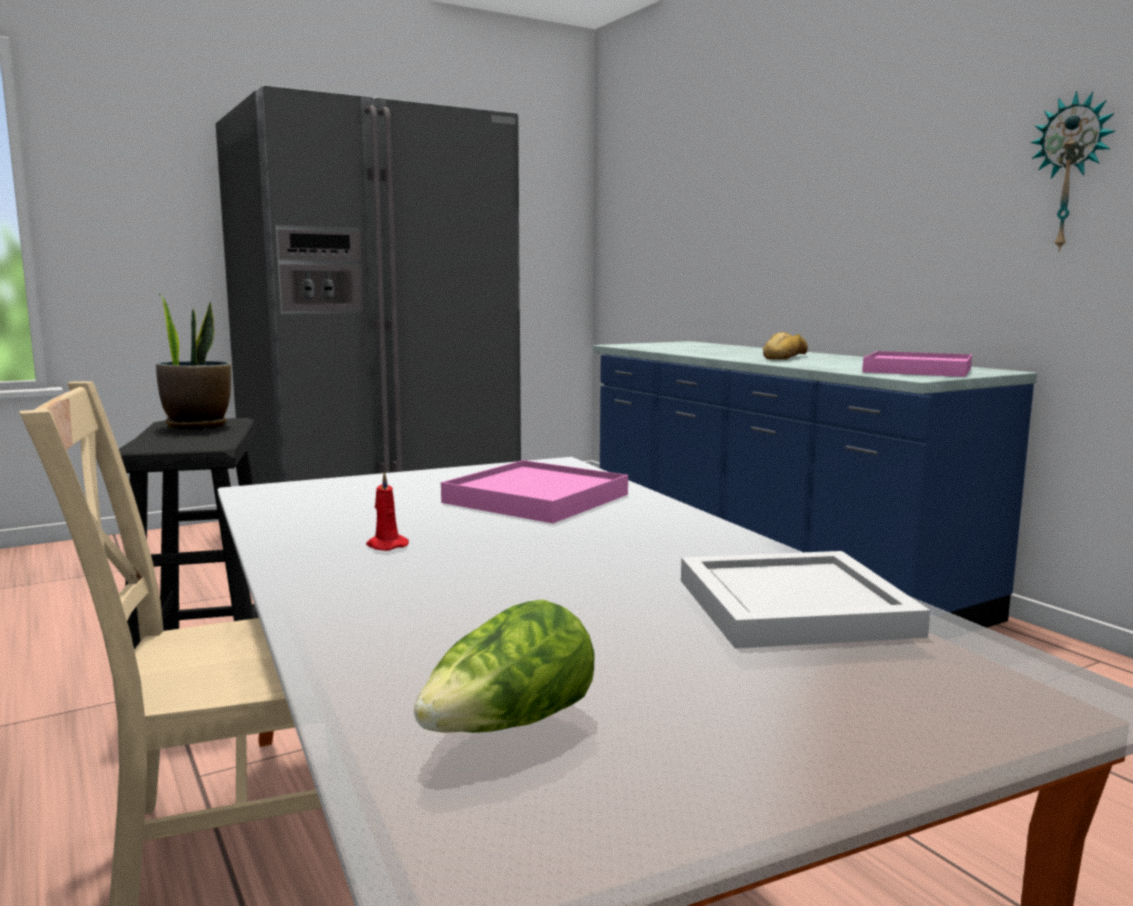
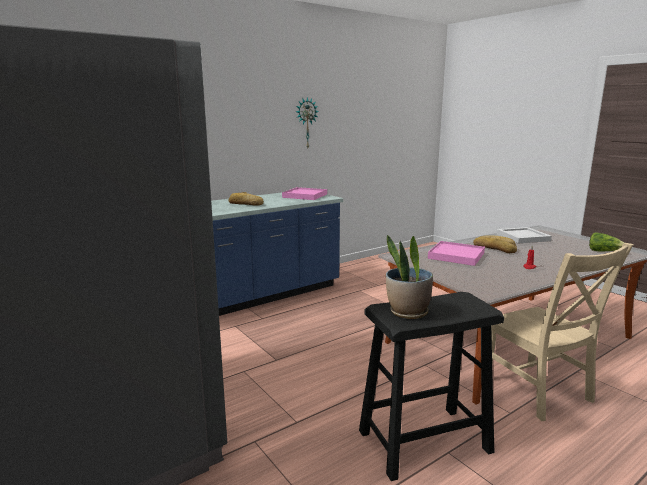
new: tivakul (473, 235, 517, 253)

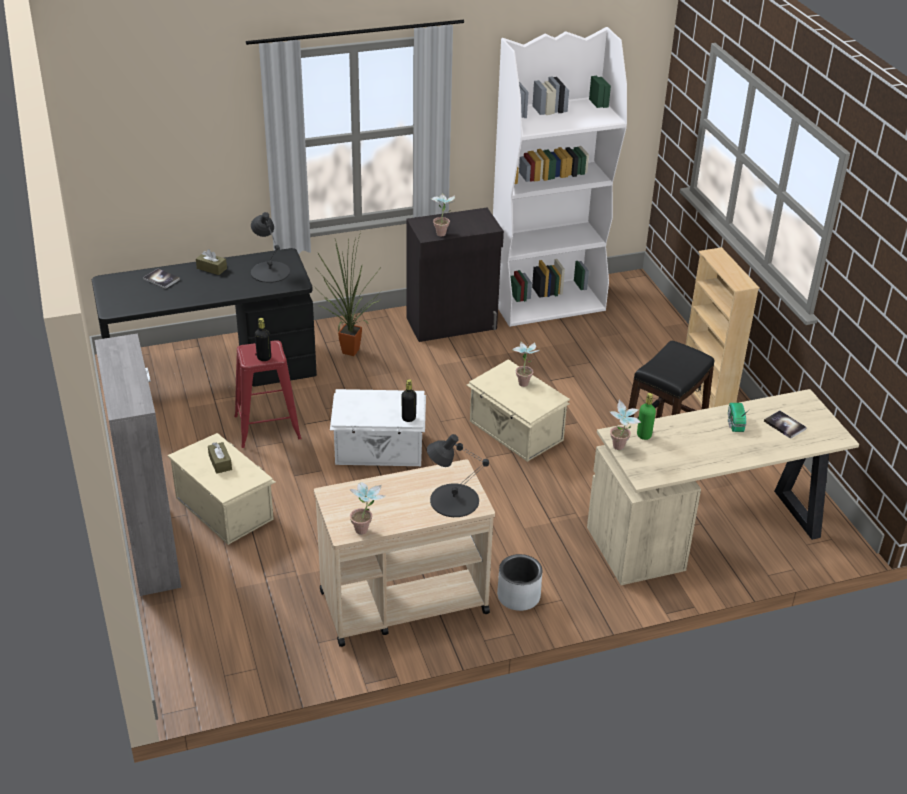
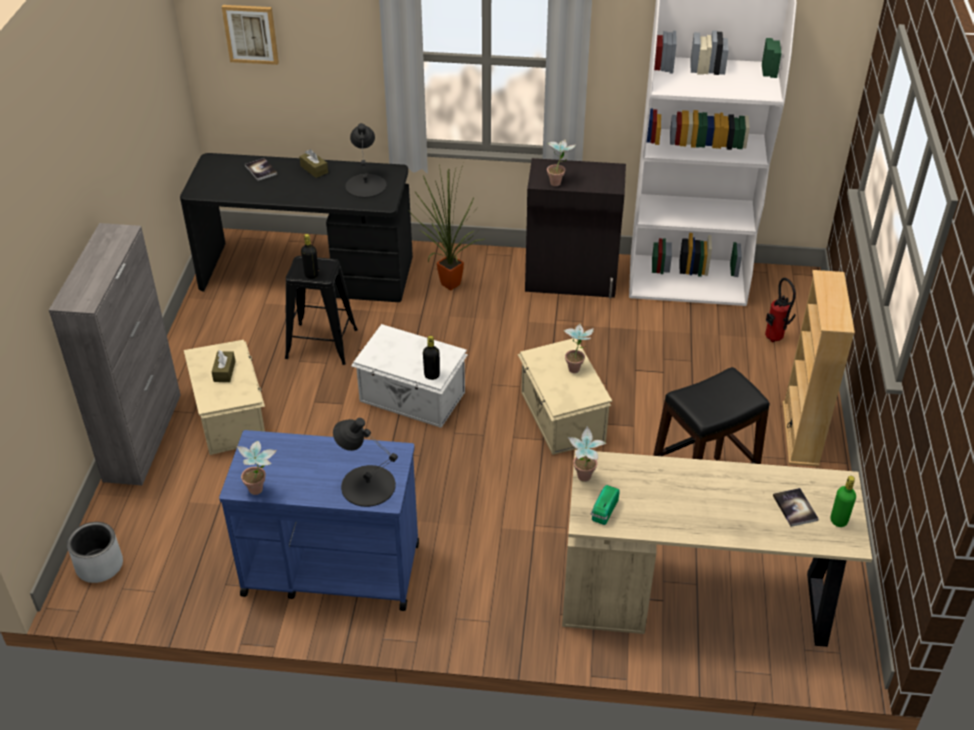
new: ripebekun (222, 5, 279, 65); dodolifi (765, 278, 796, 342)
shifted: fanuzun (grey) (497, 554, 542, 611) to (67, 522, 123, 583); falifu (728, 403, 750, 432) to (591, 485, 620, 525); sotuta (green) (637, 393, 656, 440) to (831, 476, 856, 527)
repainted: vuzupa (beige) (314, 459, 495, 647) to vuzupa (blue) (219, 430, 419, 611); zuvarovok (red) (234, 340, 301, 448) to zuvarovok (black) (285, 256, 358, 365)

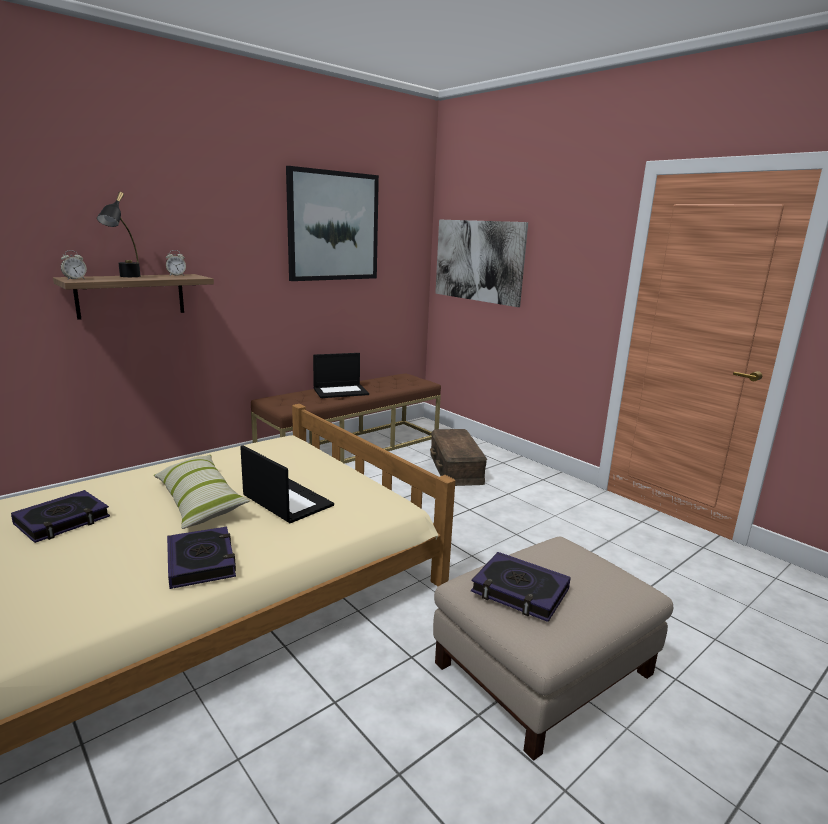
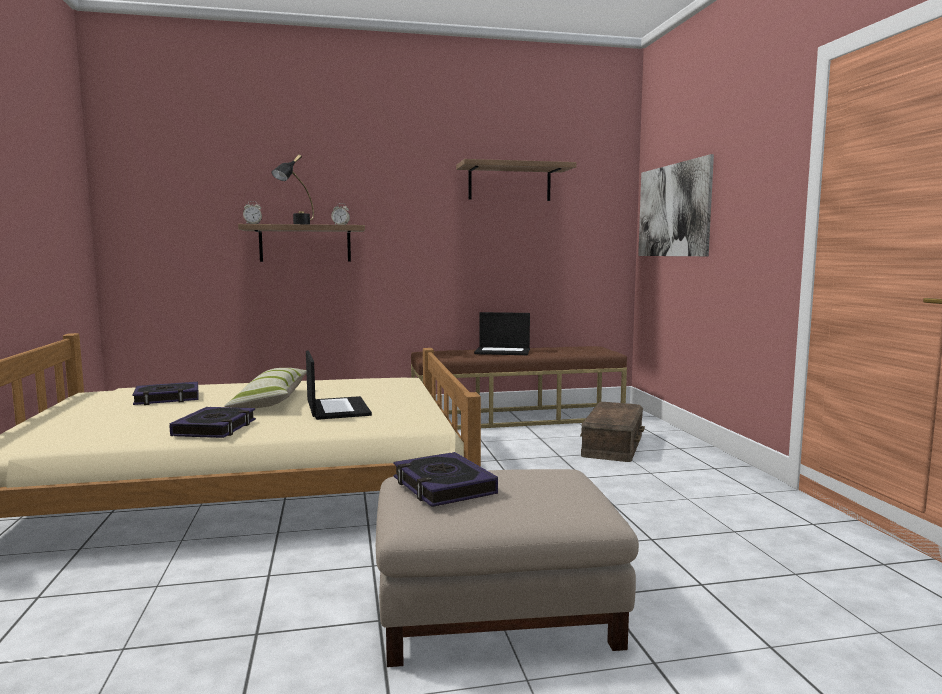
swapped: ripebekun (286, 166, 379, 281) to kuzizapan (456, 159, 577, 201)

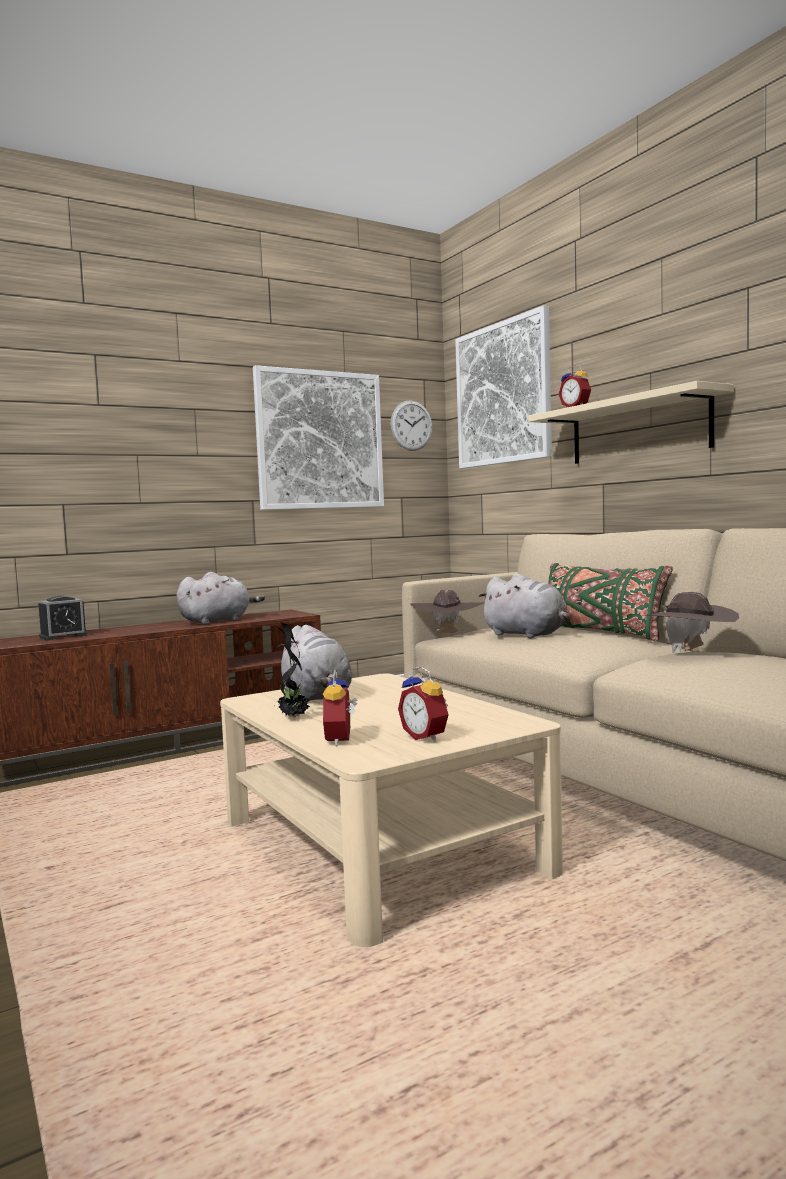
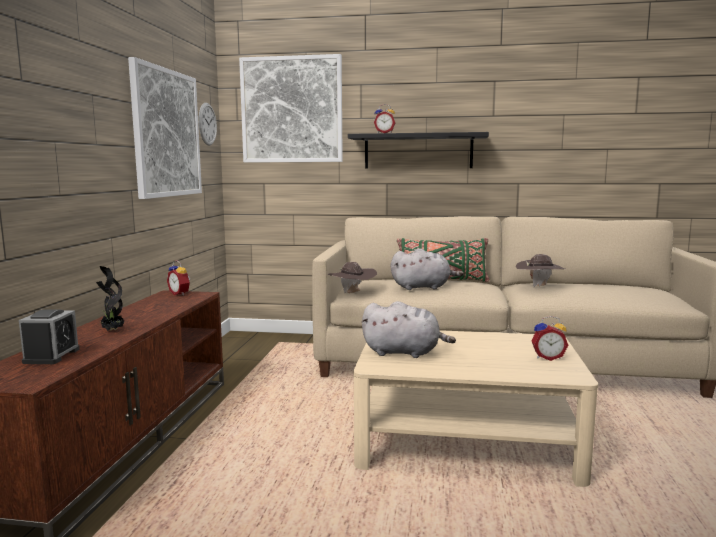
gone: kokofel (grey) (176, 572, 265, 624)
shifted: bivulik (274, 622, 310, 718) to (96, 266, 124, 331); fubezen (323, 669, 358, 746) to (167, 260, 191, 296)
repainted: kuzizapan (beige) (528, 381, 734, 464) to kuzizapan (black) (348, 132, 489, 169)

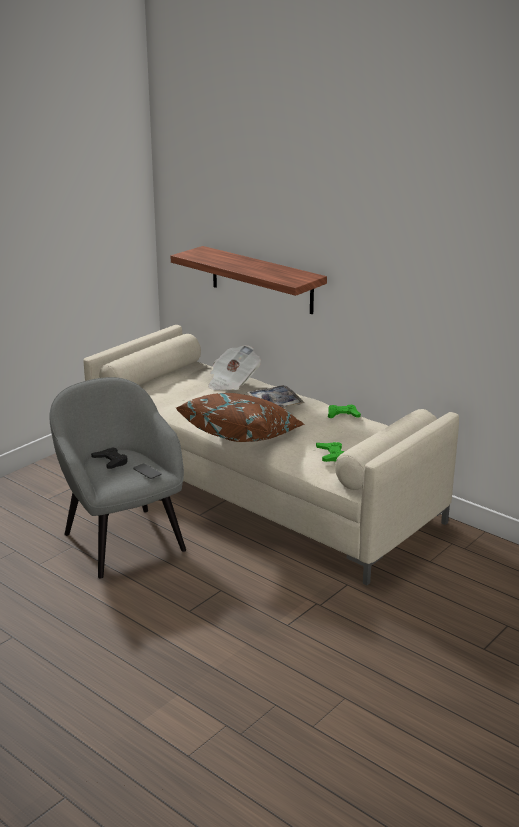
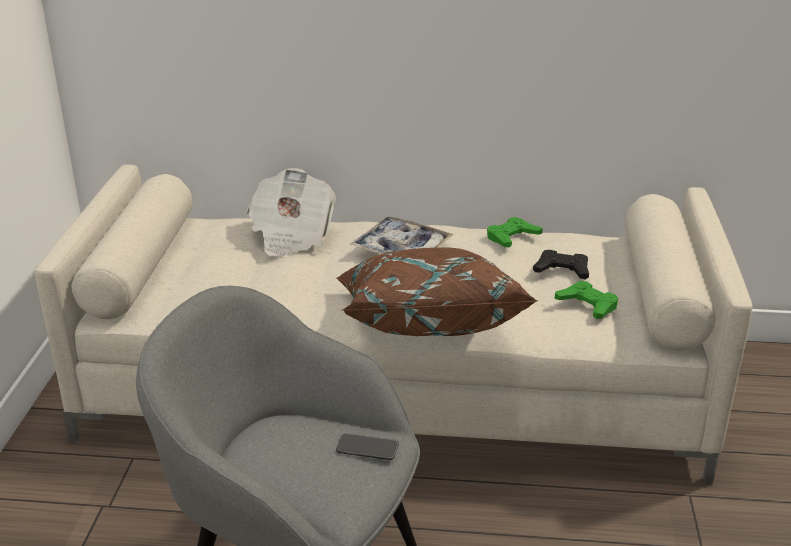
gone: kuzizapan (170, 246, 327, 314)
shifted: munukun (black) (91, 447, 128, 469) to (533, 250, 589, 279)

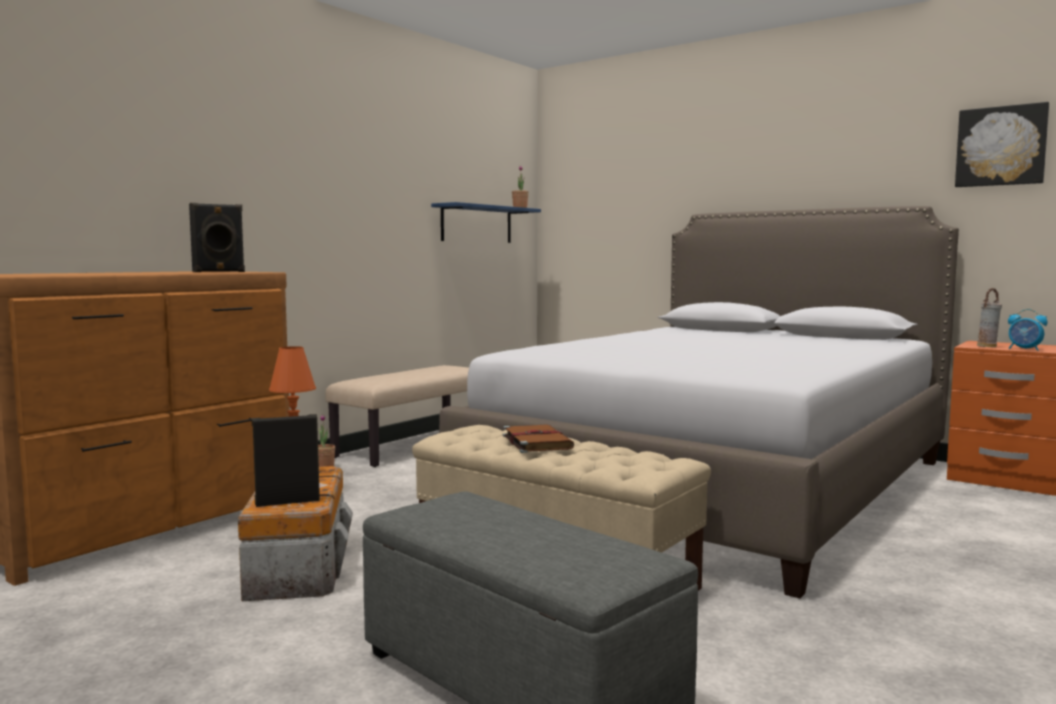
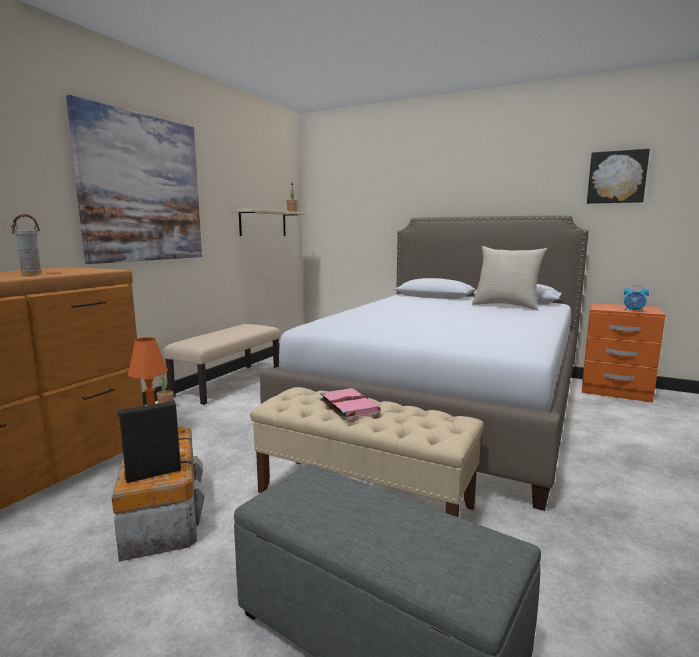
gone: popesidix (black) (189, 203, 245, 272)
new: ripebekun (66, 95, 202, 264); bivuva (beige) (472, 246, 548, 311)
shifted: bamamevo (977, 288, 1002, 348) to (11, 214, 42, 275)
repainted: kuzizapan (blue) (431, 202, 541, 243) to kuzizapan (beige) (232, 209, 306, 236); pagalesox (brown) (503, 424, 574, 453) to pagalesox (pink) (320, 388, 381, 420)

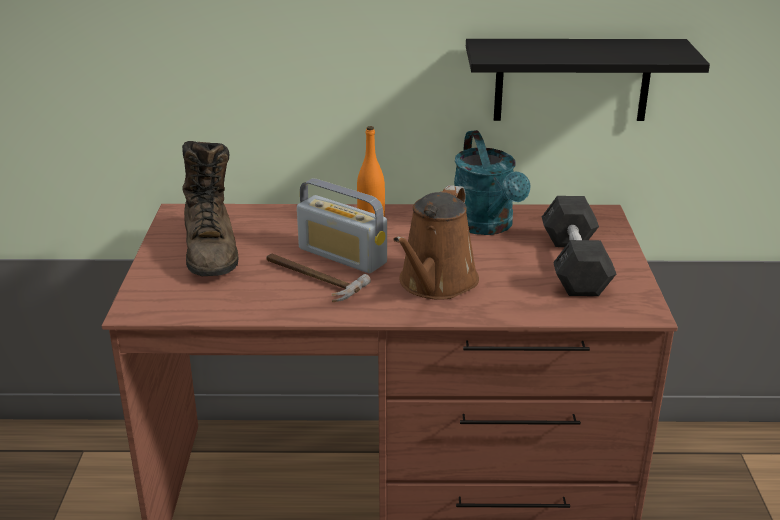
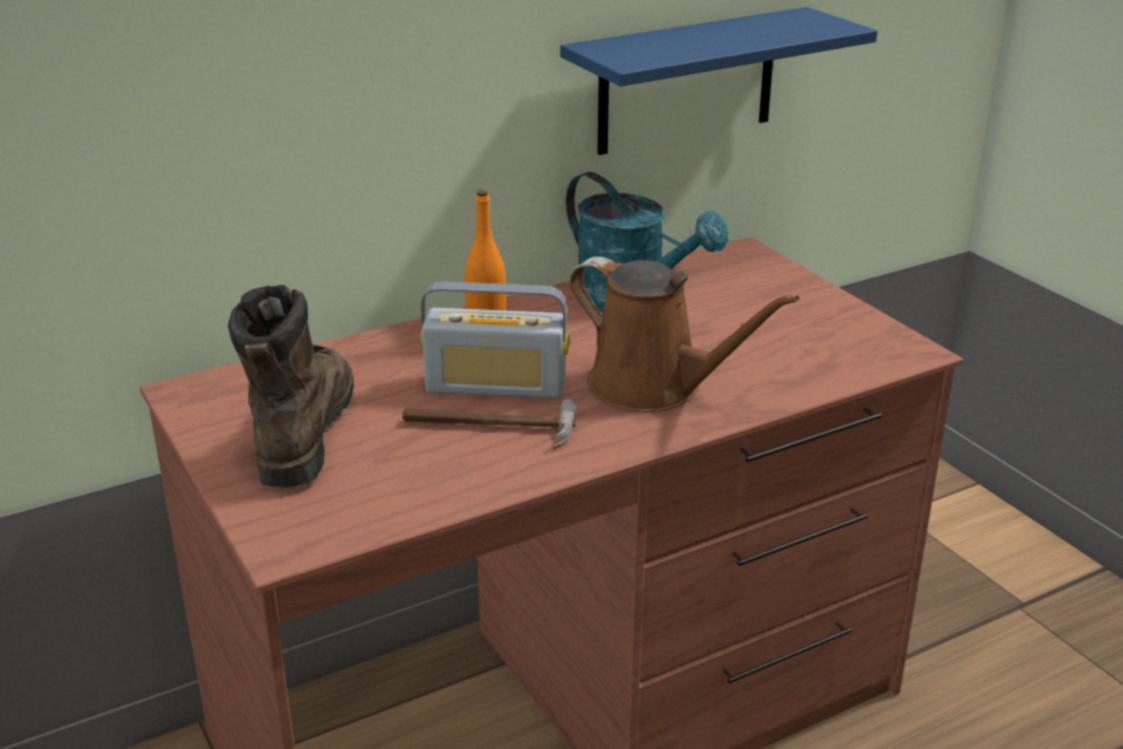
gone: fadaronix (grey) (542, 196, 616, 296)
repainted: kuzizapan (black) (466, 39, 710, 121) to kuzizapan (blue) (560, 7, 877, 155)
rotated: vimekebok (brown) (182, 141, 239, 276) = (228, 285, 354, 488) 135 degrees counterclockwise; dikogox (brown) (393, 185, 479, 300) = (570, 256, 800, 412) 45 degrees counterclockwise

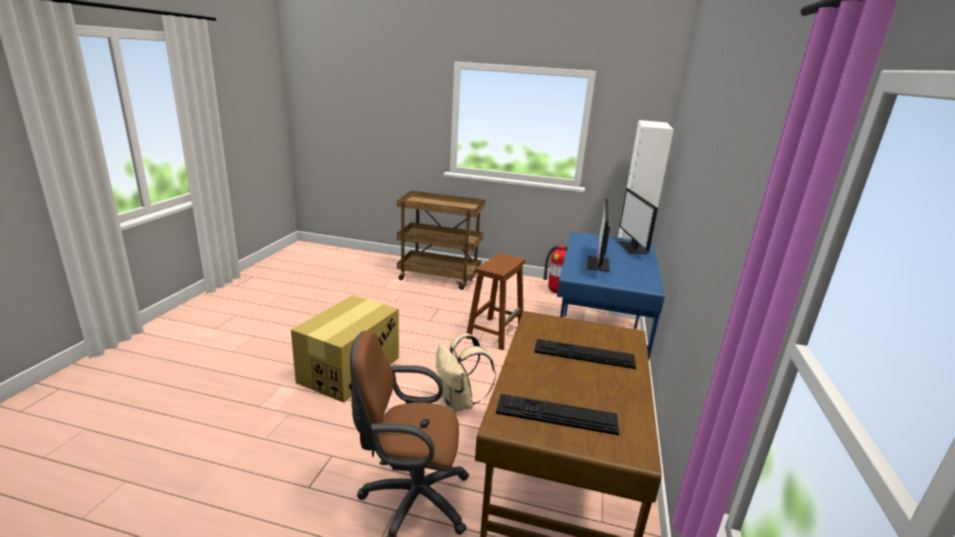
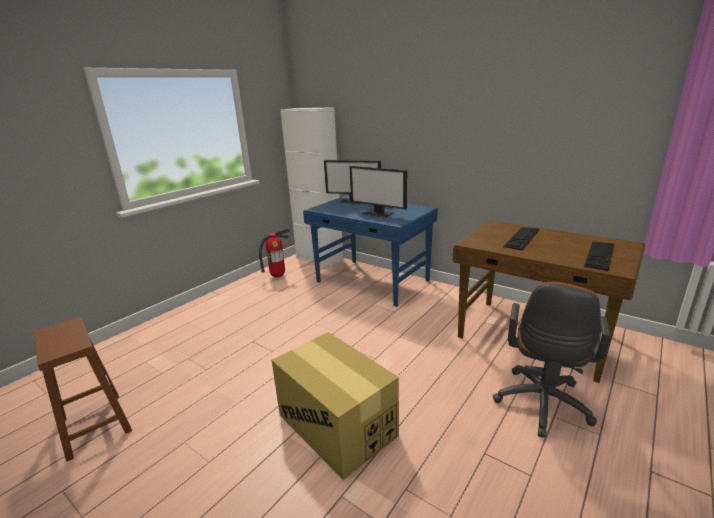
gone: vuzupa (brown) (397, 191, 486, 290); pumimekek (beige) (436, 333, 496, 412)
shifted: zuvarovok (brown) (466, 253, 525, 350) to (34, 317, 132, 462)

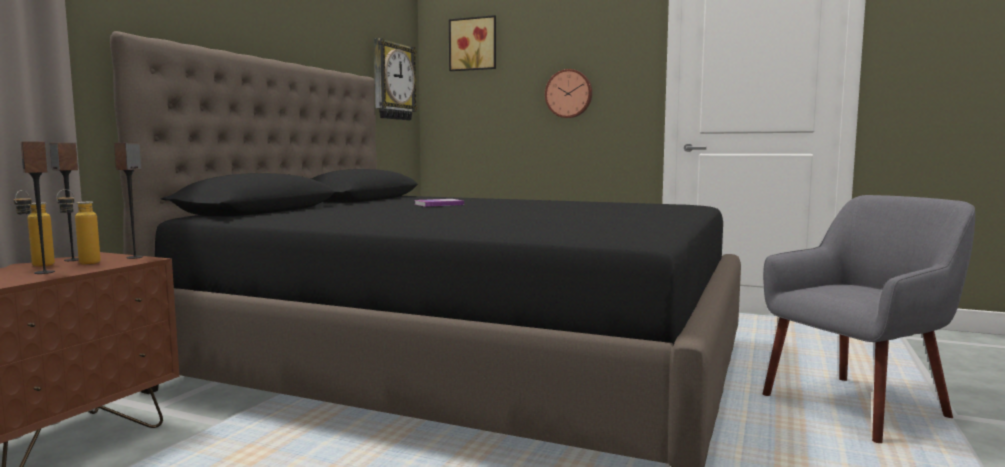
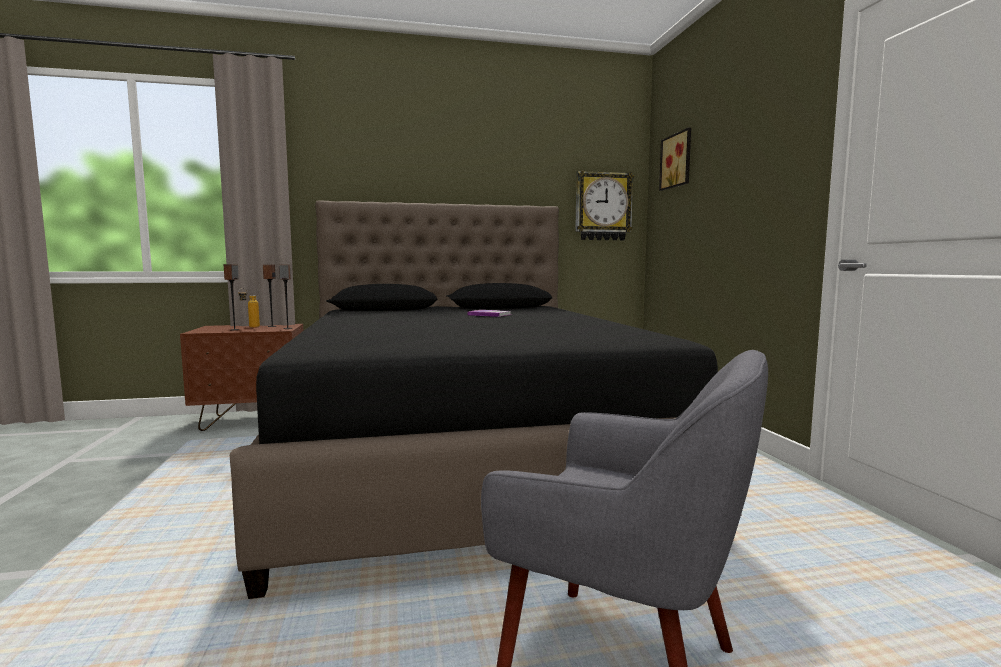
gone: sotuta (56, 189, 101, 264); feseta (545, 69, 592, 118)

